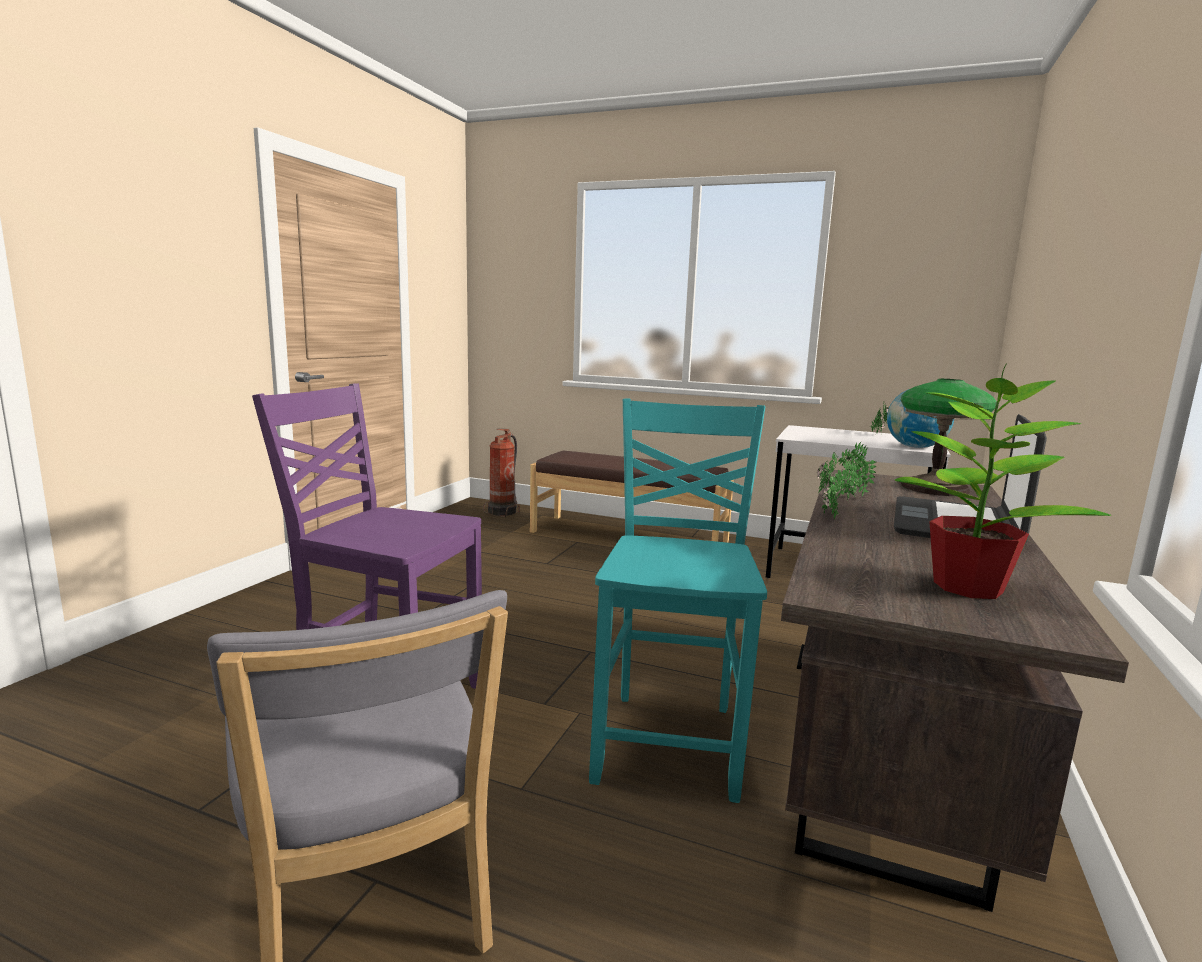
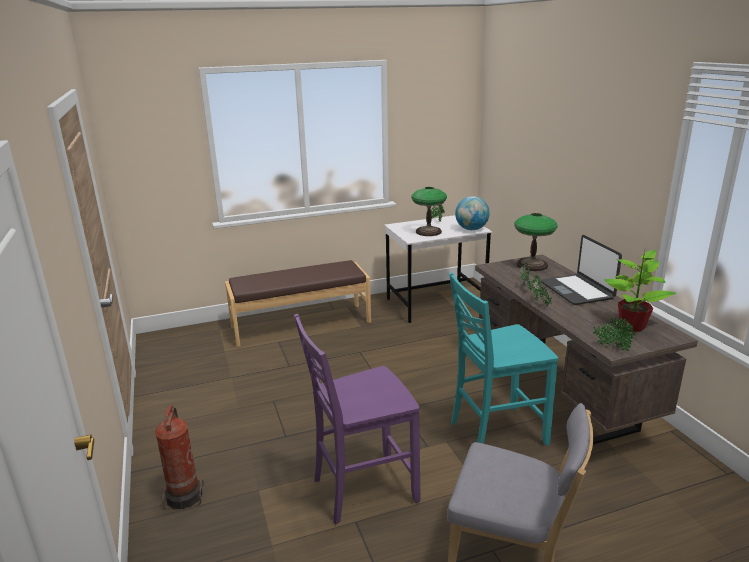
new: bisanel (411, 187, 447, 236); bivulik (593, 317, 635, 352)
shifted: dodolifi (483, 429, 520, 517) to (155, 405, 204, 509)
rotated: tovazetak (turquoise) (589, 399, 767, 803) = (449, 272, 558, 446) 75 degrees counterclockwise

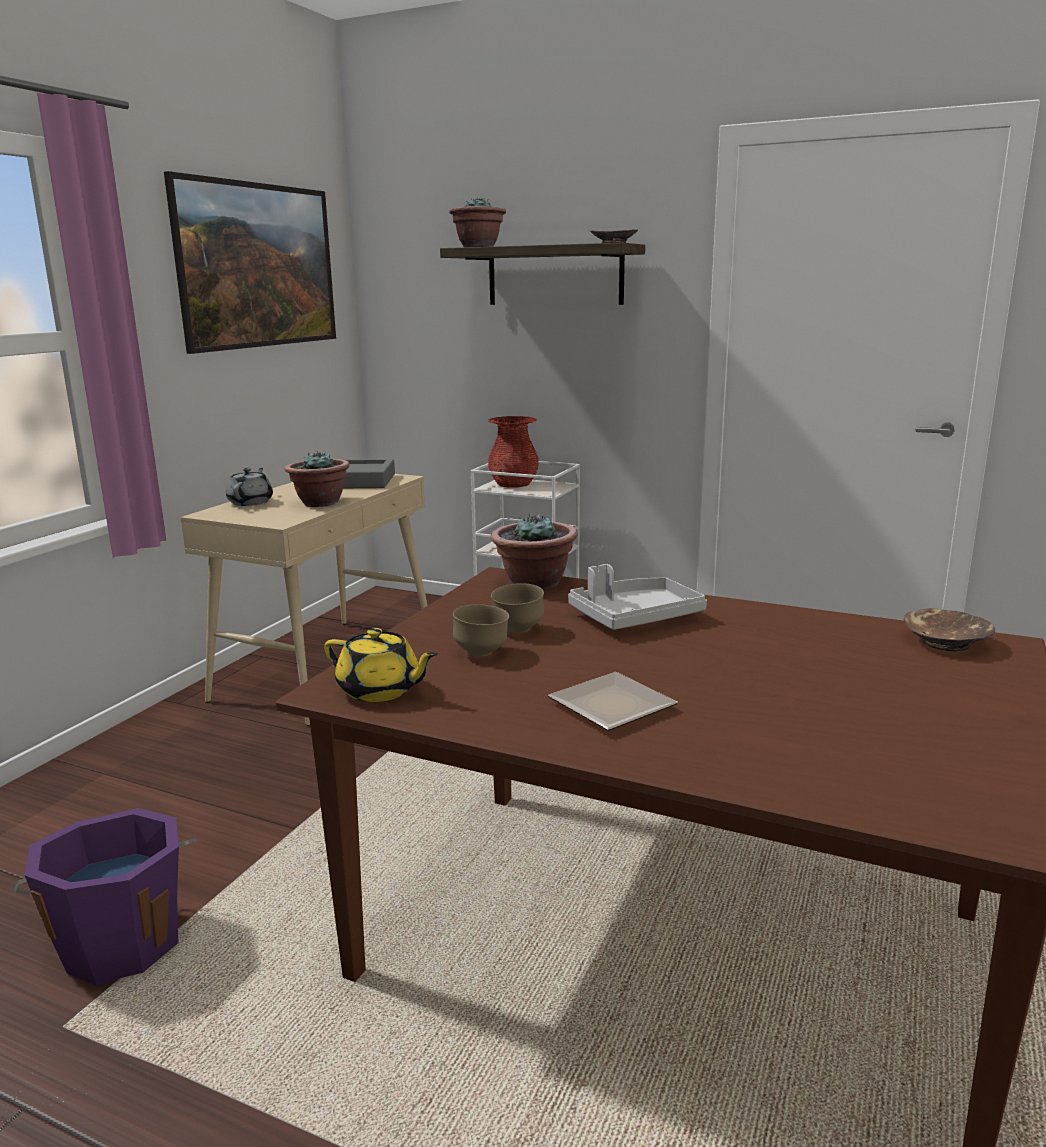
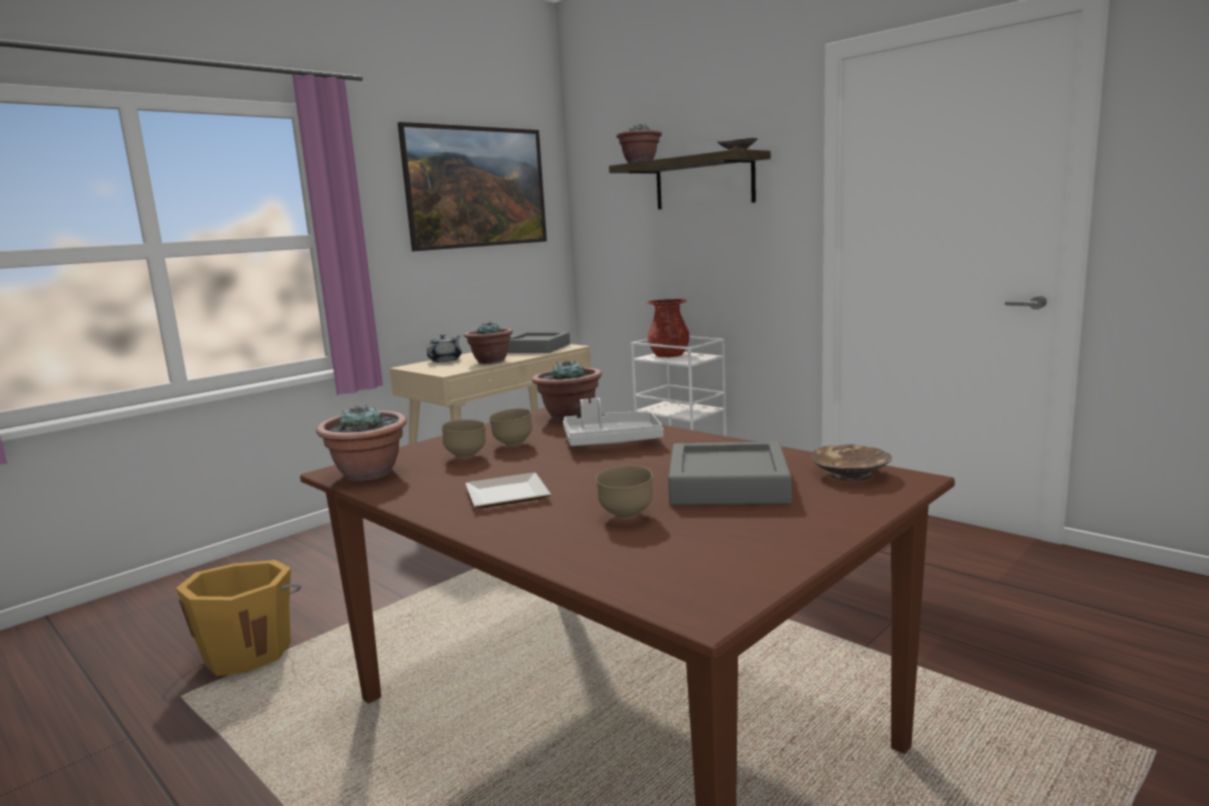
new: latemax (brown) (596, 465, 653, 519); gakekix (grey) (668, 442, 791, 505)
swapped: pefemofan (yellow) (324, 628, 438, 702) to bivulik (316, 404, 407, 481)
repainted: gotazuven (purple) (14, 808, 197, 986) to gotazuven (orange) (176, 560, 302, 676)

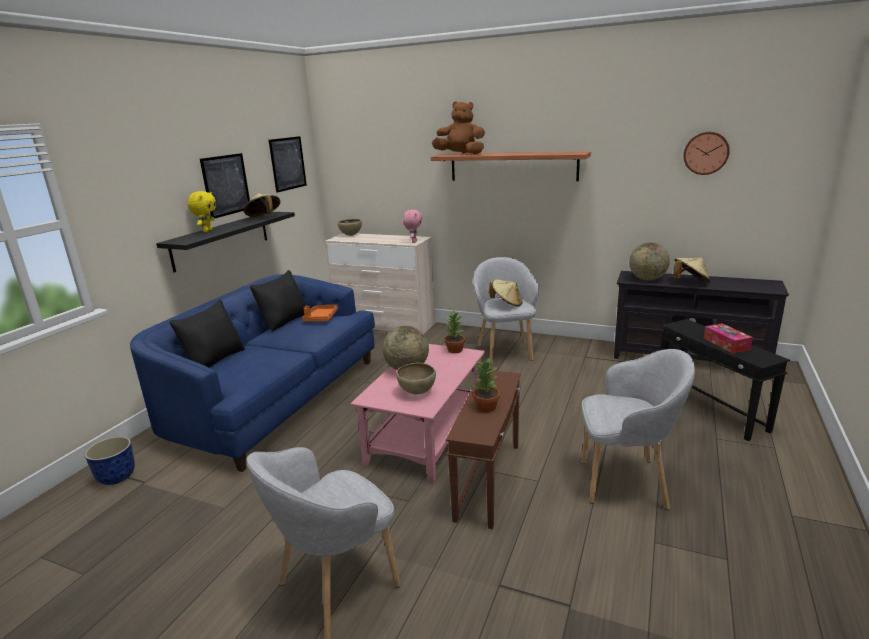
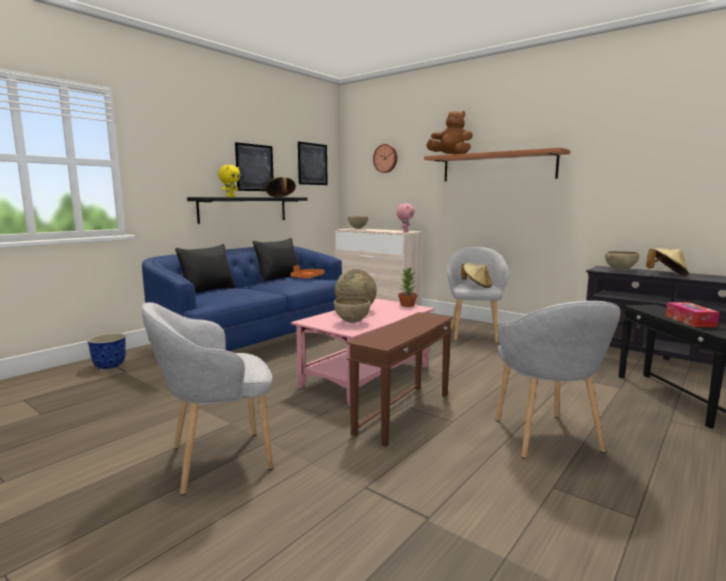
gone: bivulik (473, 357, 500, 412)
shifted: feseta (683, 132, 730, 175) to (373, 144, 397, 173)
swapped: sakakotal (629, 242, 670, 280) to latemax (brown) (605, 251, 640, 271)
rotated: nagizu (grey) (581, 349, 695, 510) = (496, 301, 620, 459) 60 degrees clockwise

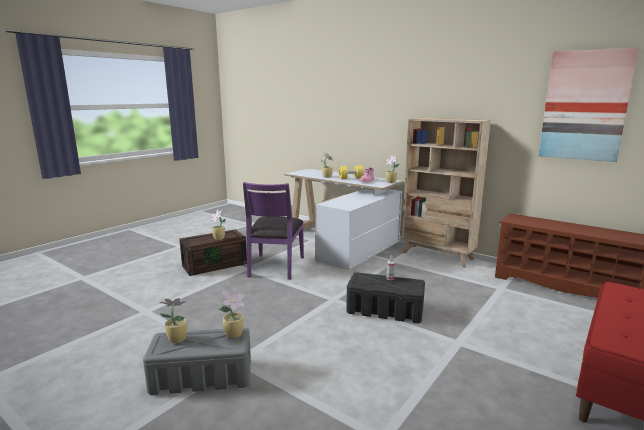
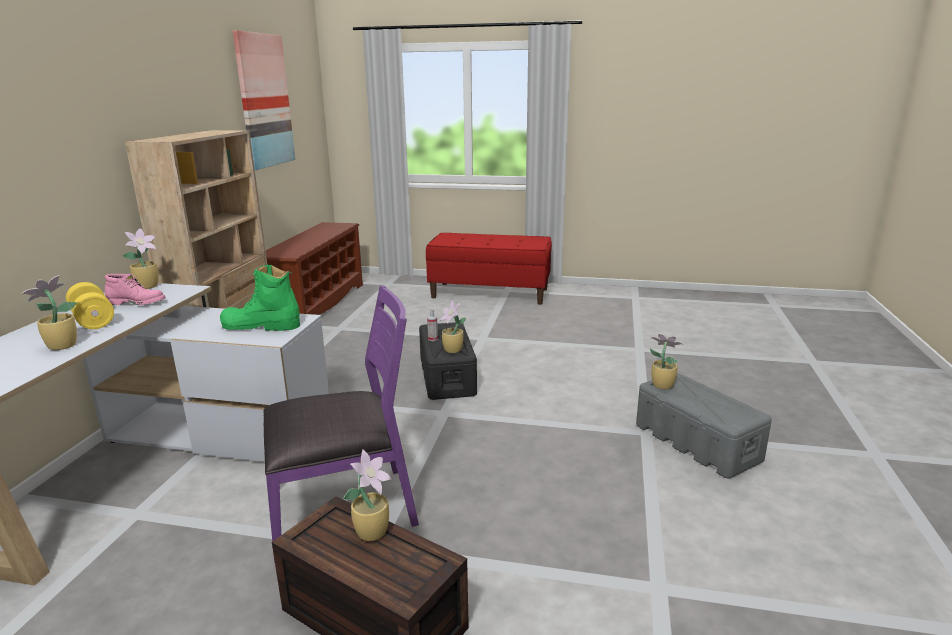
new: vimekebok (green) (220, 264, 300, 331)
shifted: bivulik (159, 298, 187, 343) to (440, 301, 466, 353)

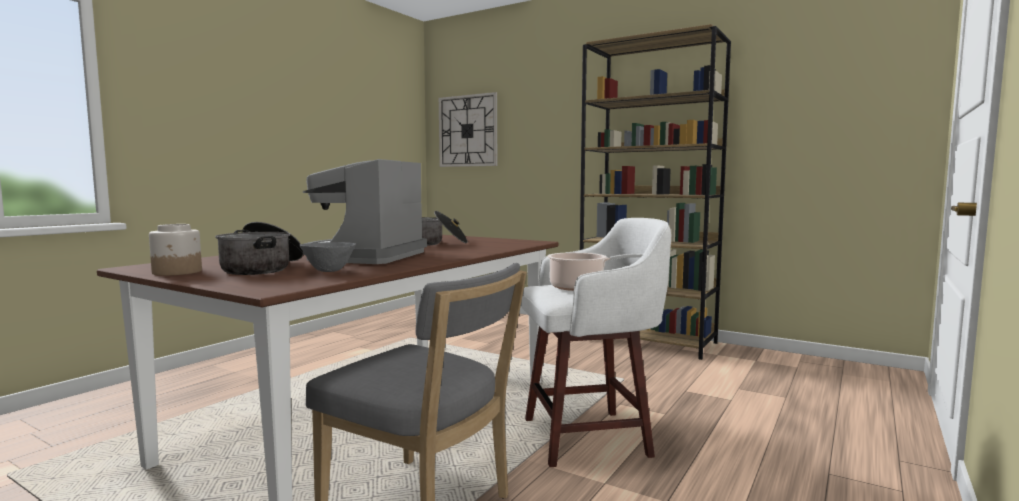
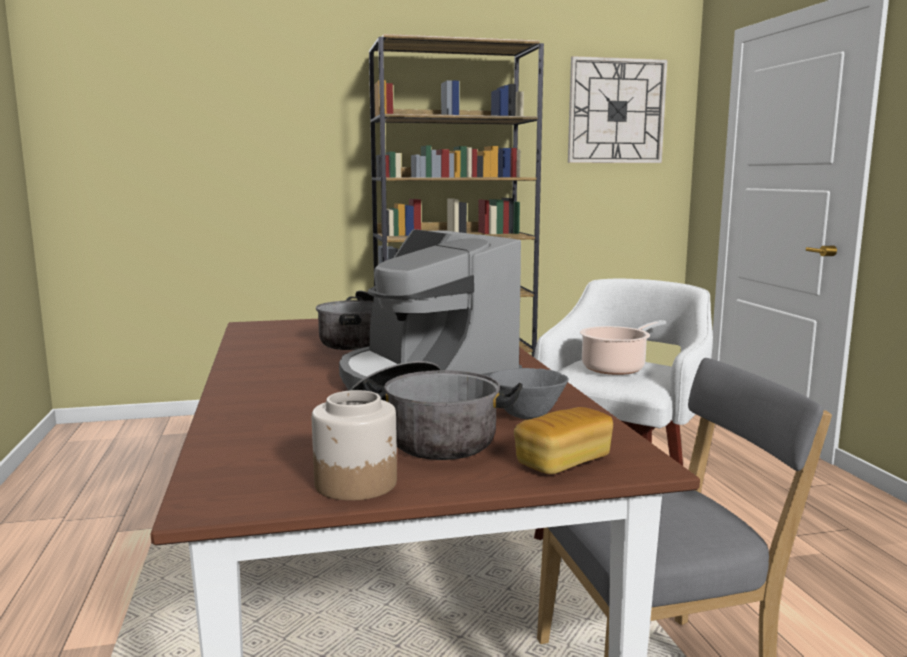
new: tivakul (514, 407, 613, 474)
shifted: feseta (439, 92, 497, 167) to (568, 56, 668, 163)

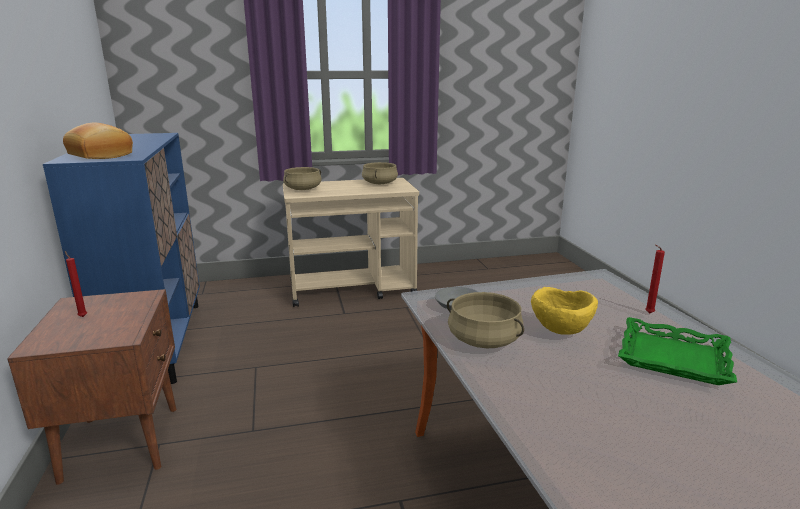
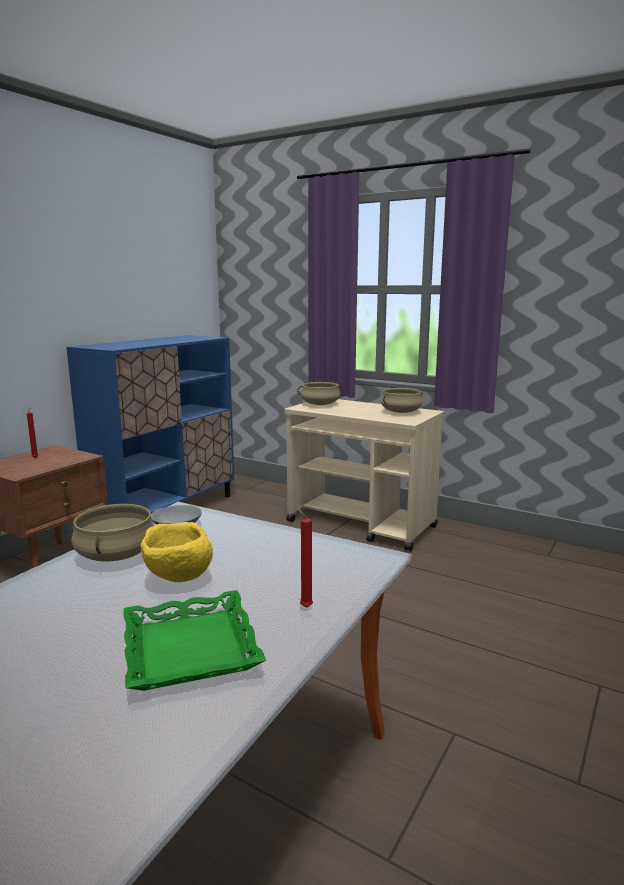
gone: tivakul (63, 123, 133, 159)

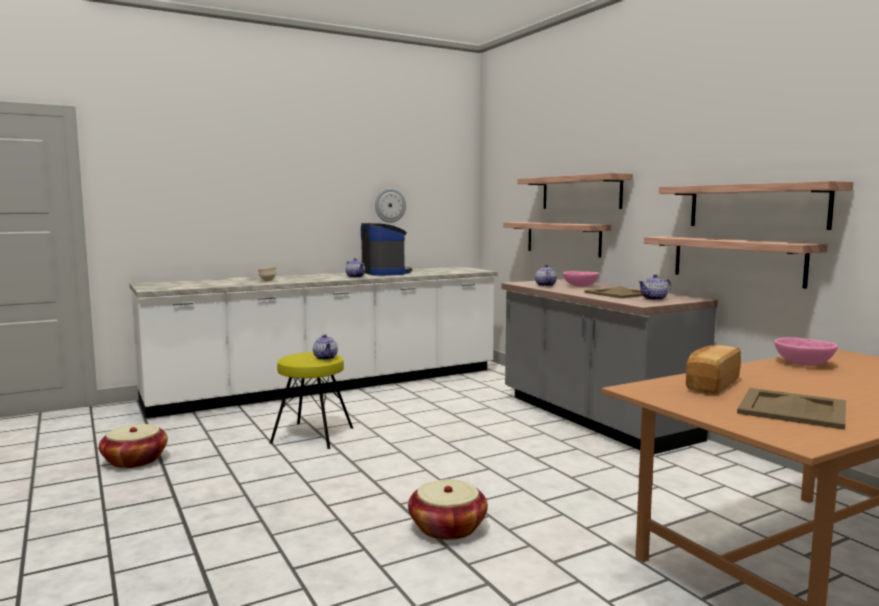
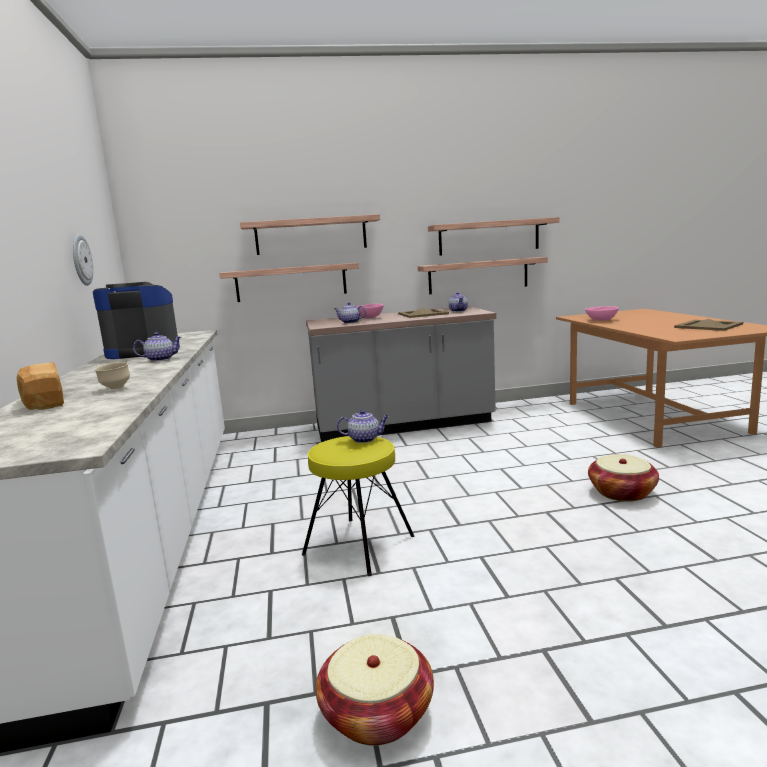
shifted: tivakul (686, 345, 741, 395) to (17, 362, 64, 410)

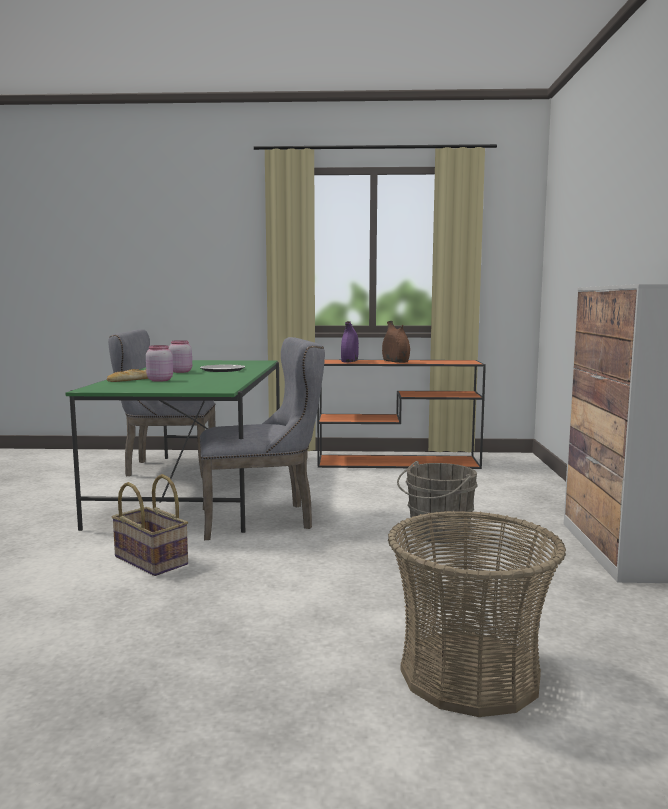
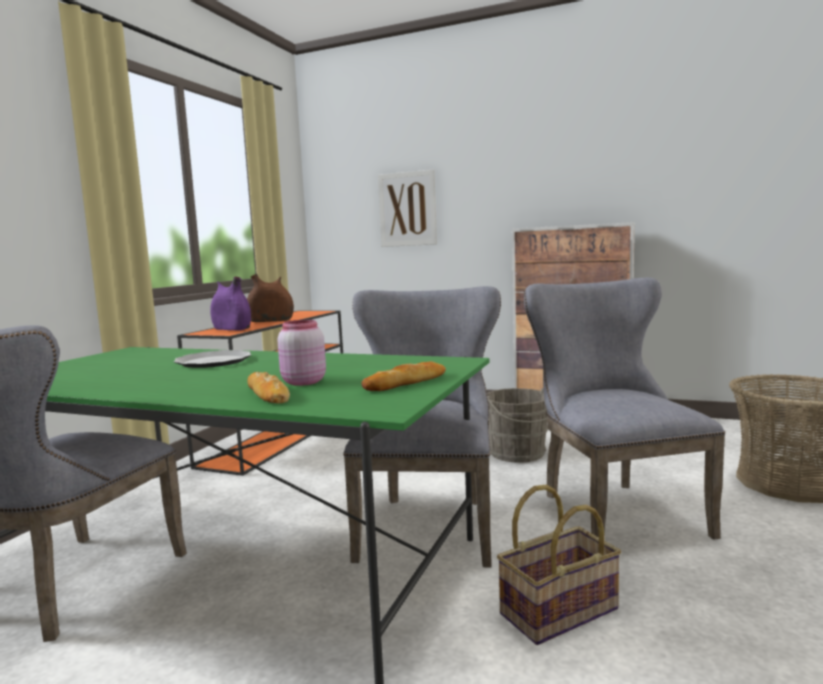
gone: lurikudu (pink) (168, 340, 192, 373)
new: tivakul (361, 361, 446, 391); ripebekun (378, 169, 437, 247); tovazetak (grey) (524, 278, 725, 540)

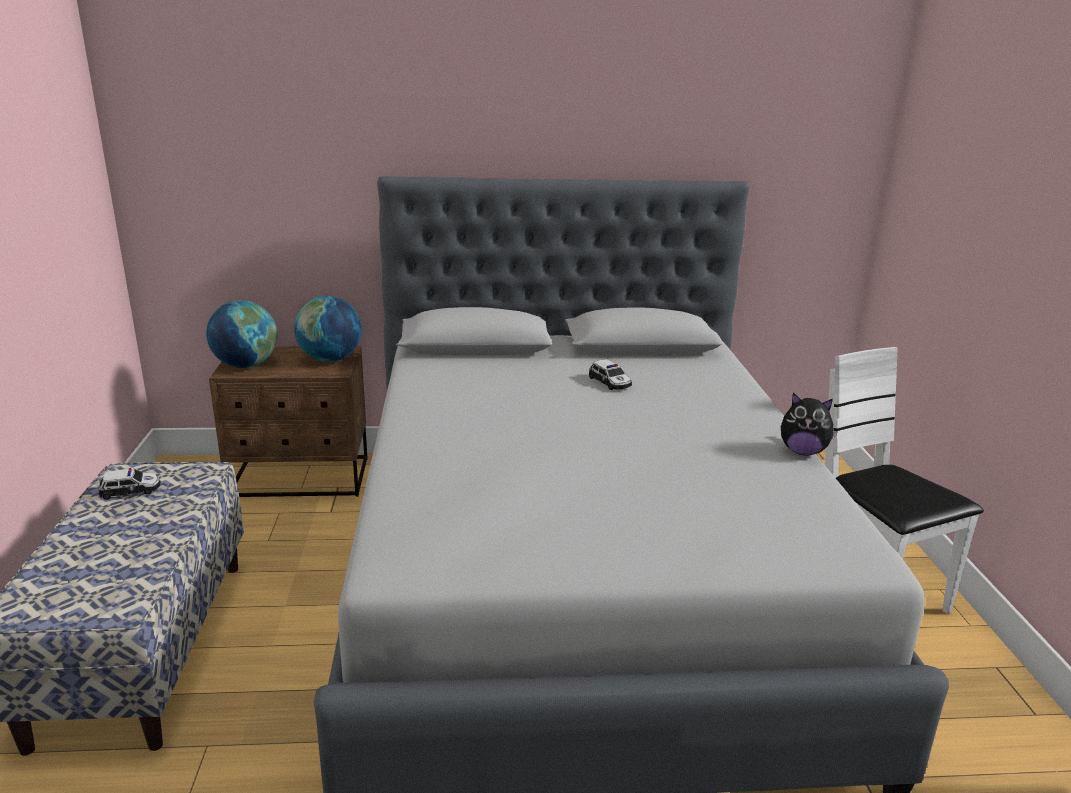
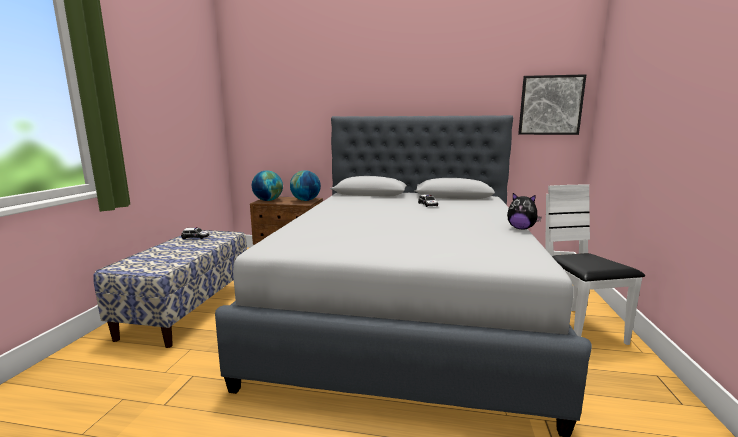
new: ripebekun (518, 74, 586, 135)

